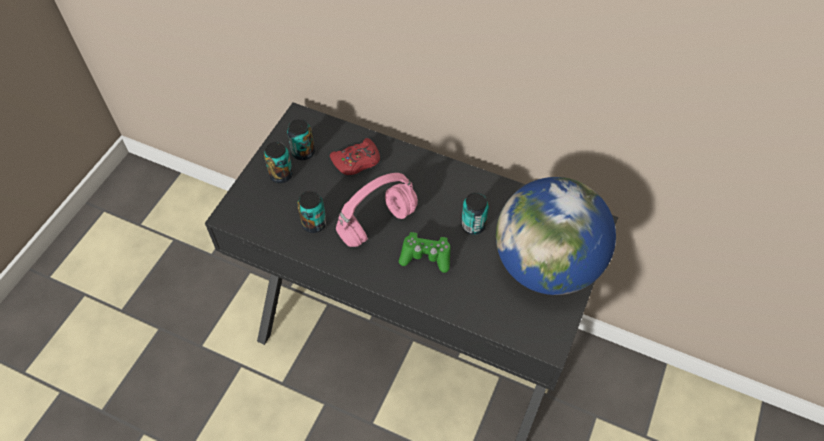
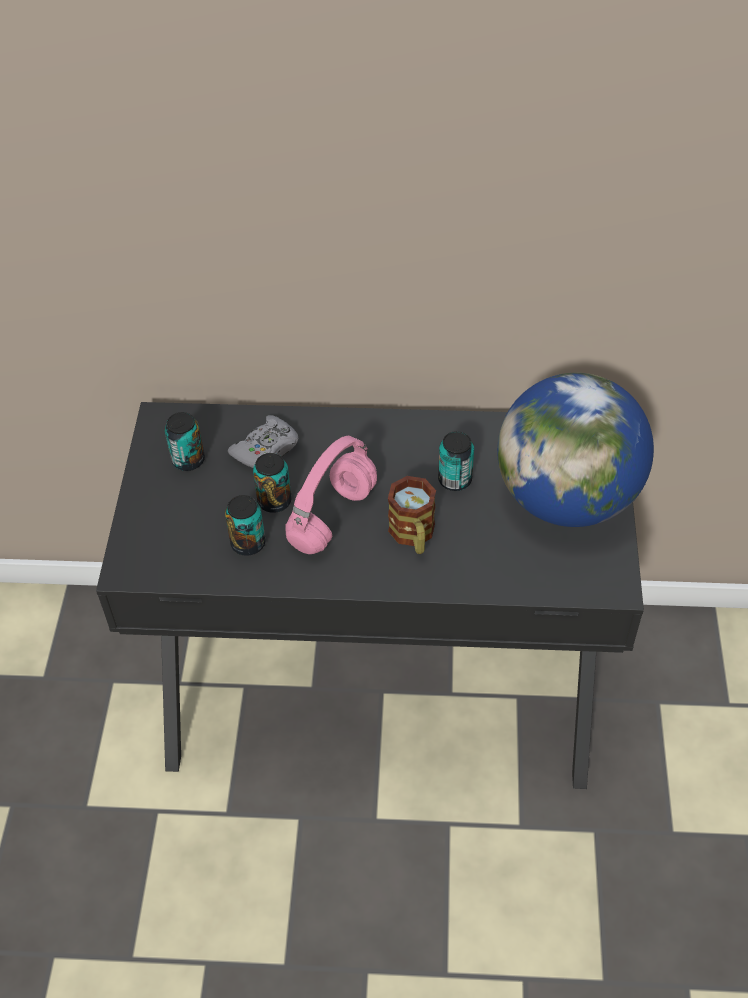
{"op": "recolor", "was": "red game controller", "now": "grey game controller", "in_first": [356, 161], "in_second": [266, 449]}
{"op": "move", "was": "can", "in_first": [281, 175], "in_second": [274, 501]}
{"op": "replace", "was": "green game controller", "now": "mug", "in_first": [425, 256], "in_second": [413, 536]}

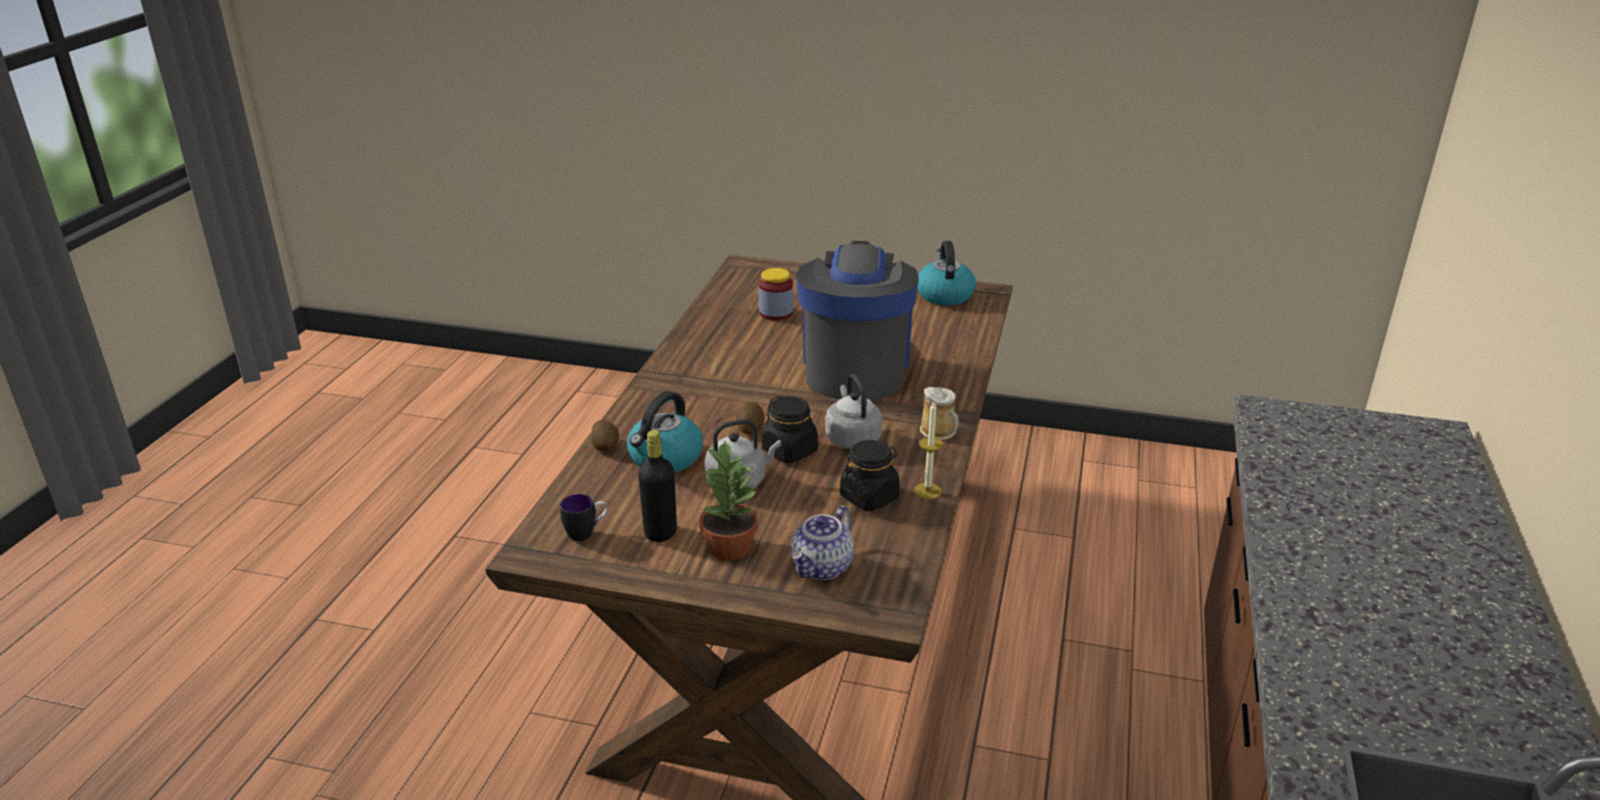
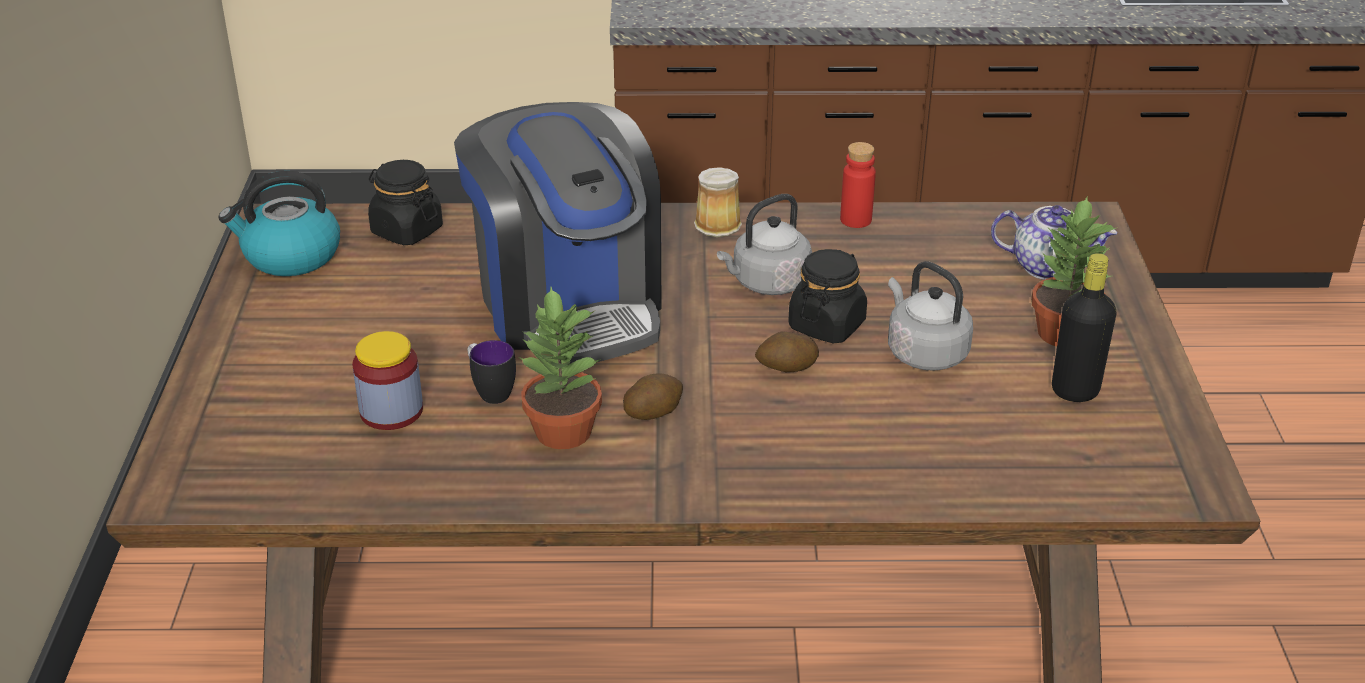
{"op": "move", "was": "black jar", "in_first": [869, 497], "in_second": [406, 230]}
{"op": "rotate", "was": "coffee machine", "in_first": [855, 368], "in_second": [569, 306], "clockwise": -105}
{"op": "move", "was": "mug", "in_first": [586, 533], "in_second": [490, 391]}
{"op": "insert", "now": "potted plant", "in_second": [563, 433]}
{"op": "move", "was": "potato", "in_first": [606, 446], "in_second": [653, 411]}
{"op": "replace", "was": "candle", "now": "red bottle", "in_first": [927, 491], "in_second": [855, 220]}
{"op": "delete", "was": "kettle", "in_first": [665, 458]}

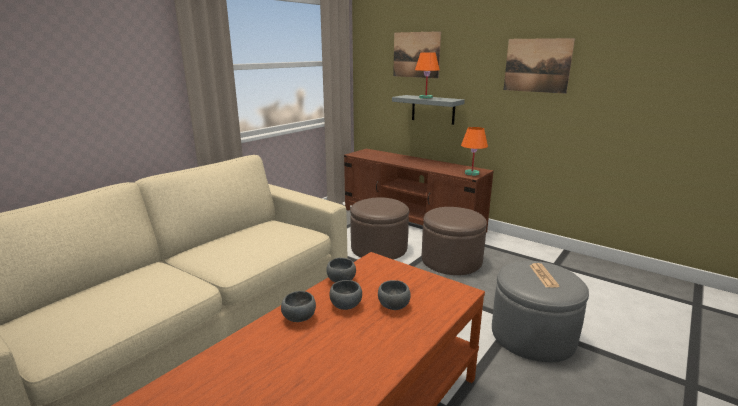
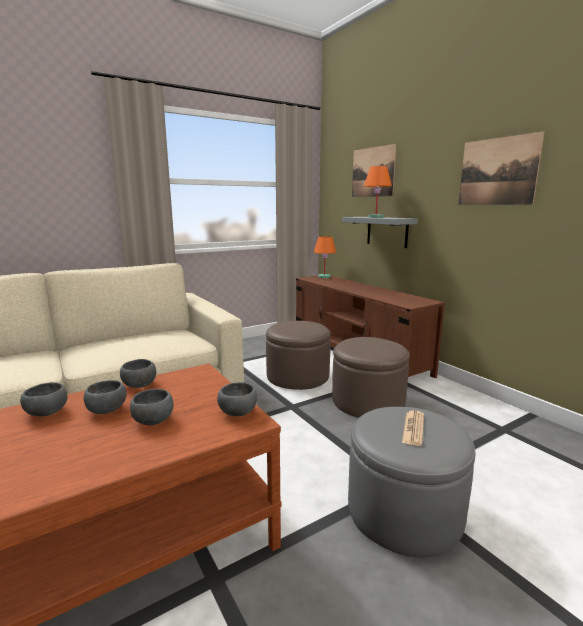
{"op": "insert", "now": "grey bowl", "in_second": [238, 413]}
{"op": "move", "was": "orange table lamp", "in_first": [471, 173], "in_second": [324, 277]}

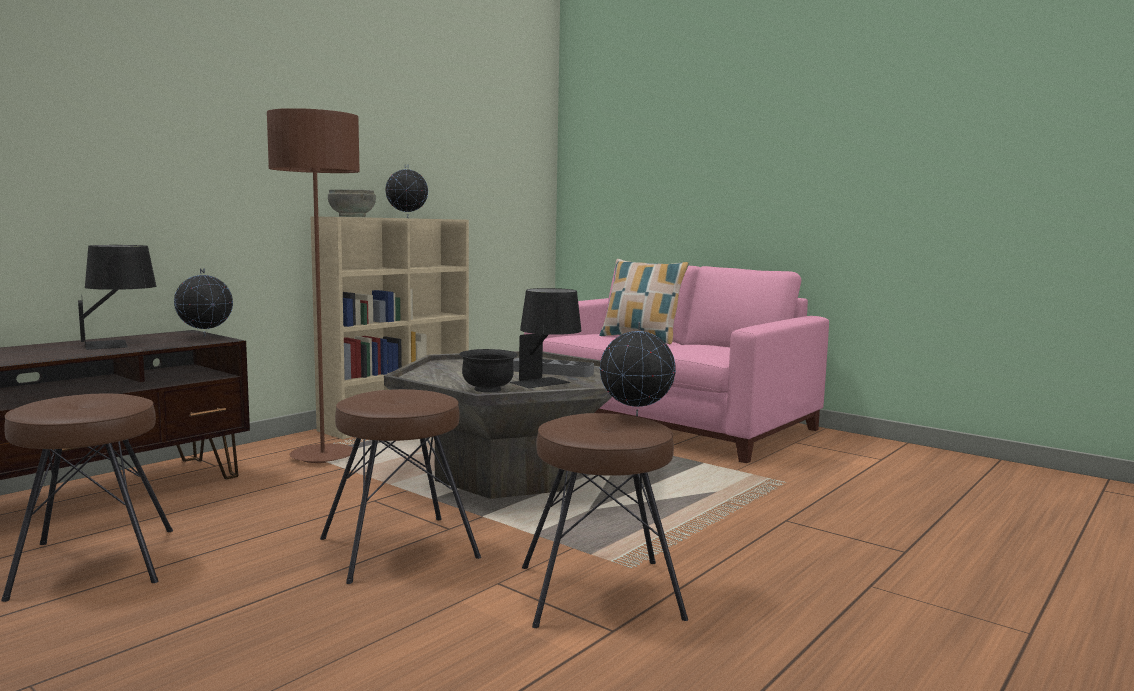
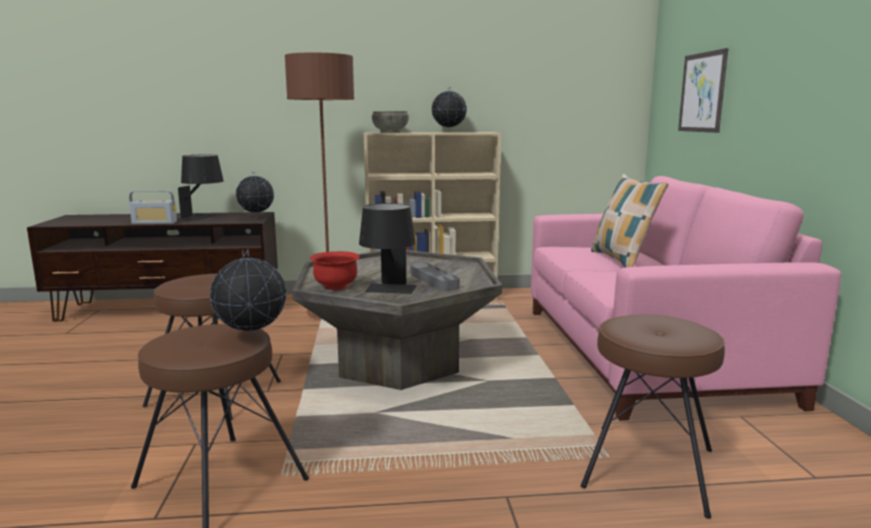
{"op": "insert", "now": "radio", "in_second": [154, 223]}
{"op": "recolor", "was": "black bowl", "now": "red bowl", "in_first": [488, 389], "in_second": [336, 287]}
{"op": "move", "was": "brown stool", "in_first": [93, 562], "in_second": [647, 467]}
{"op": "insert", "now": "picture", "in_second": [702, 92]}

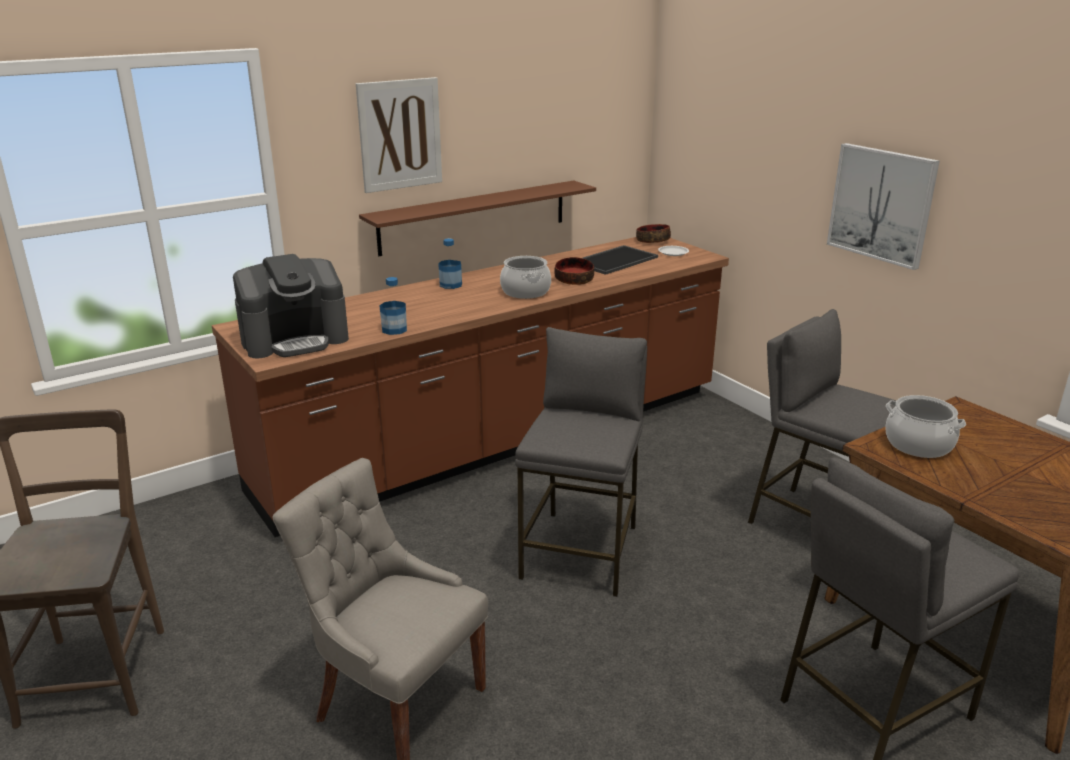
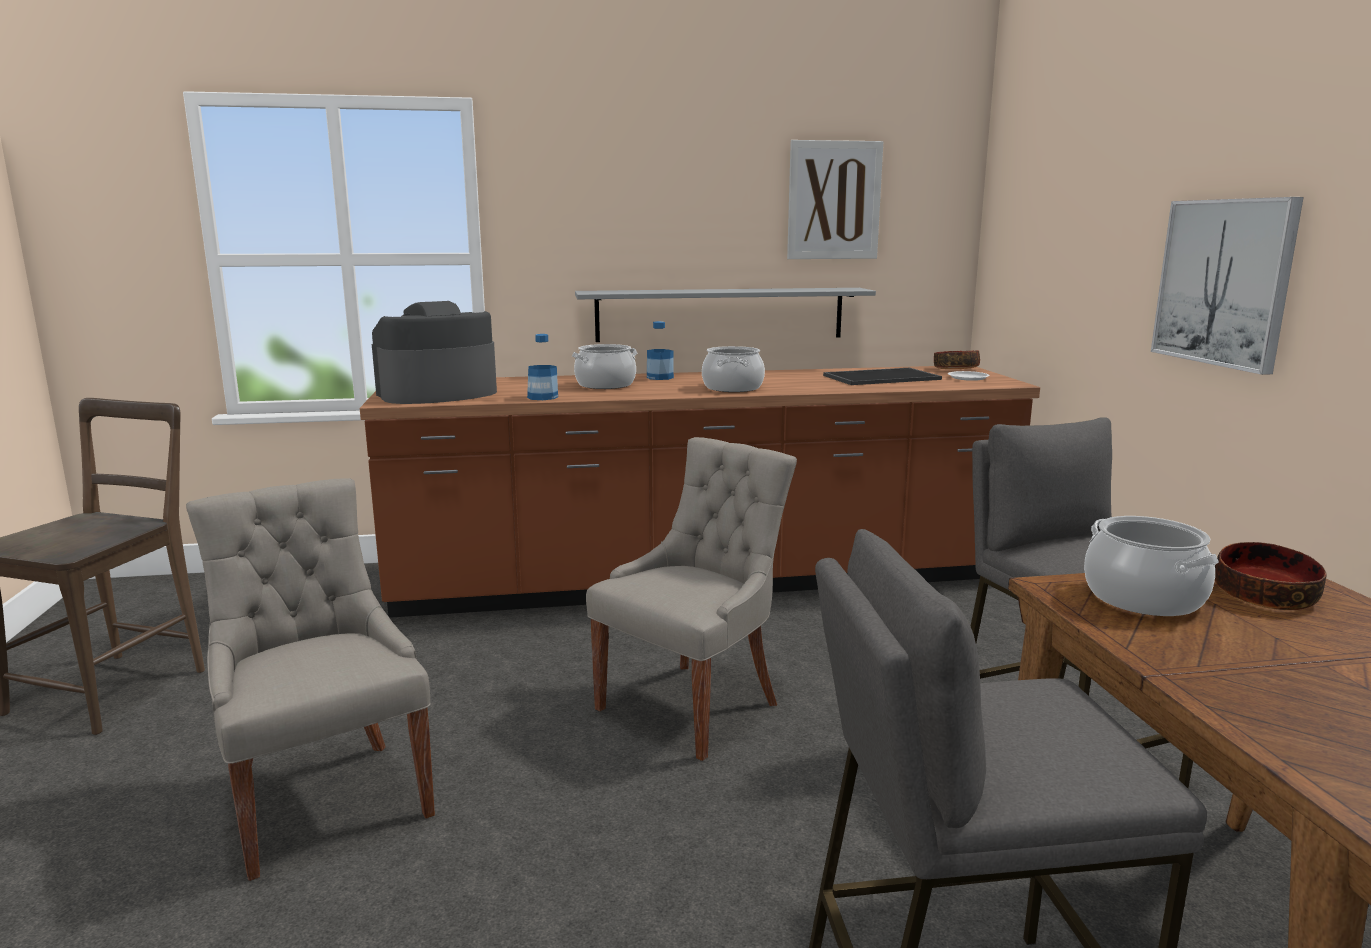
{"op": "rotate", "was": "coffee machine", "in_first": [295, 339], "in_second": [437, 394], "clockwise": 150}
{"op": "insert", "now": "cooking pot", "in_second": [605, 385]}
{"op": "recolor", "was": "brown shelf", "now": "grey shelf", "in_first": [474, 217], "in_second": [720, 314]}
{"op": "replace", "was": "grey stool", "now": "grey chair", "in_first": [581, 552], "in_second": [693, 705]}
{"op": "move", "was": "picture", "in_first": [400, 134], "in_second": [834, 200]}
{"op": "move", "was": "bowl", "in_first": [573, 280], "in_second": [1263, 596]}

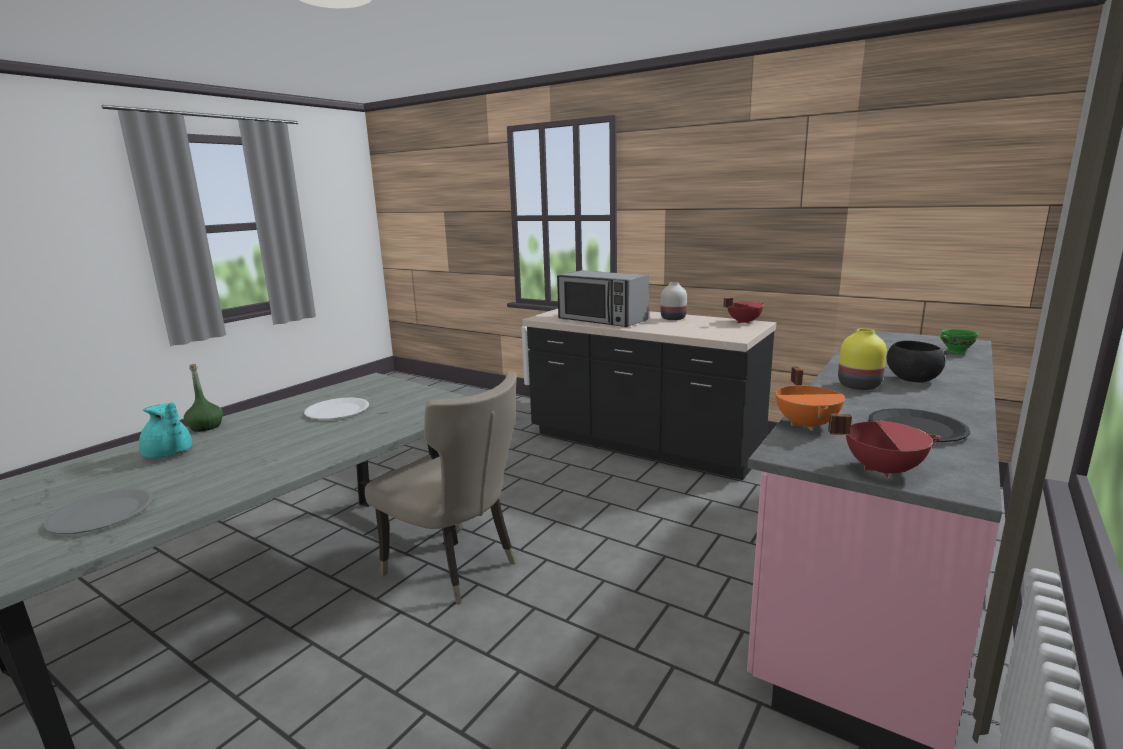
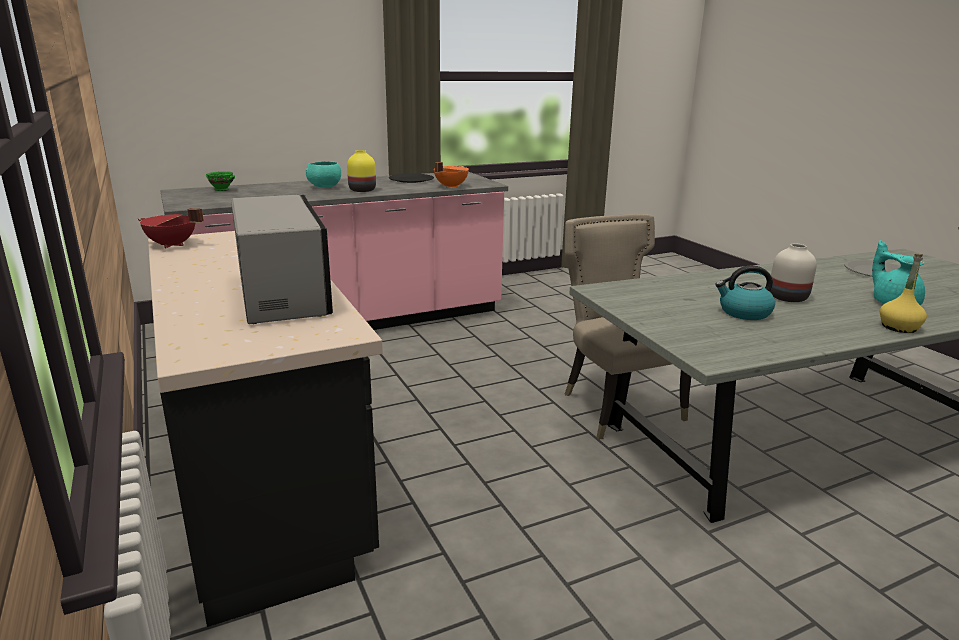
{"op": "recolor", "was": "black bowl", "now": "turquoise bowl", "in_first": [912, 379], "in_second": [324, 187]}
{"op": "replace", "was": "white plate", "now": "kettle", "in_first": [337, 410], "in_second": [744, 313]}
{"op": "move", "was": "white vase", "in_first": [674, 318], "in_second": [787, 297]}
{"op": "recolor", "was": "green bottle", "now": "yellow bottle", "in_first": [206, 427], "in_second": [898, 327]}
{"op": "delete", "was": "red cooking pot", "in_first": [882, 469]}

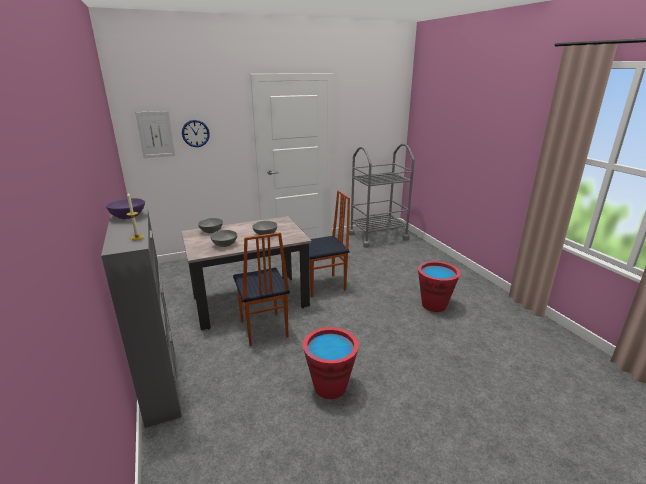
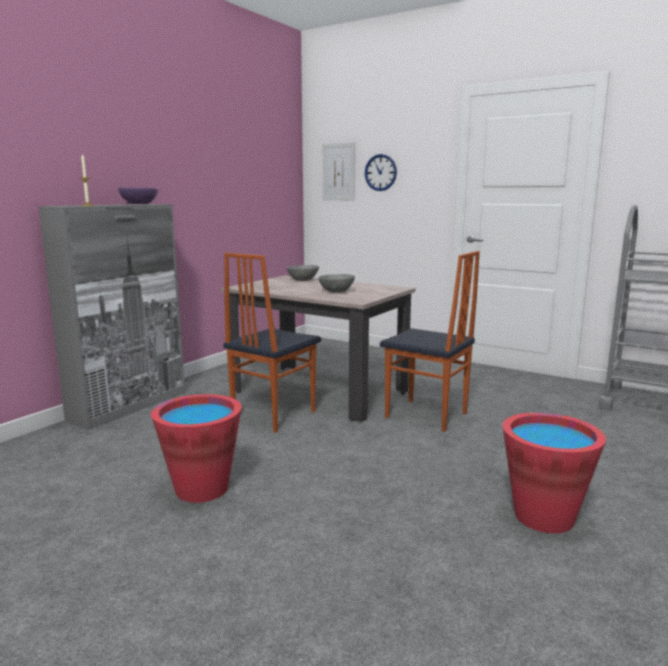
{"op": "delete", "was": "grey bowl", "in_first": [224, 245]}

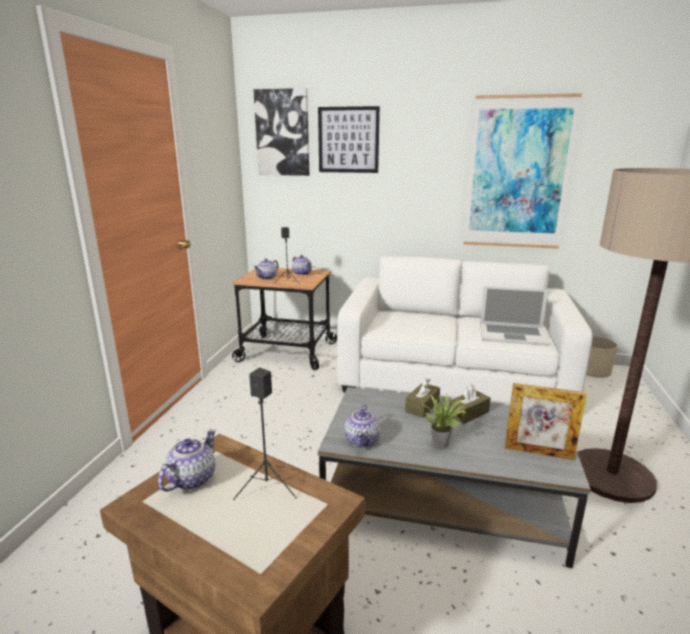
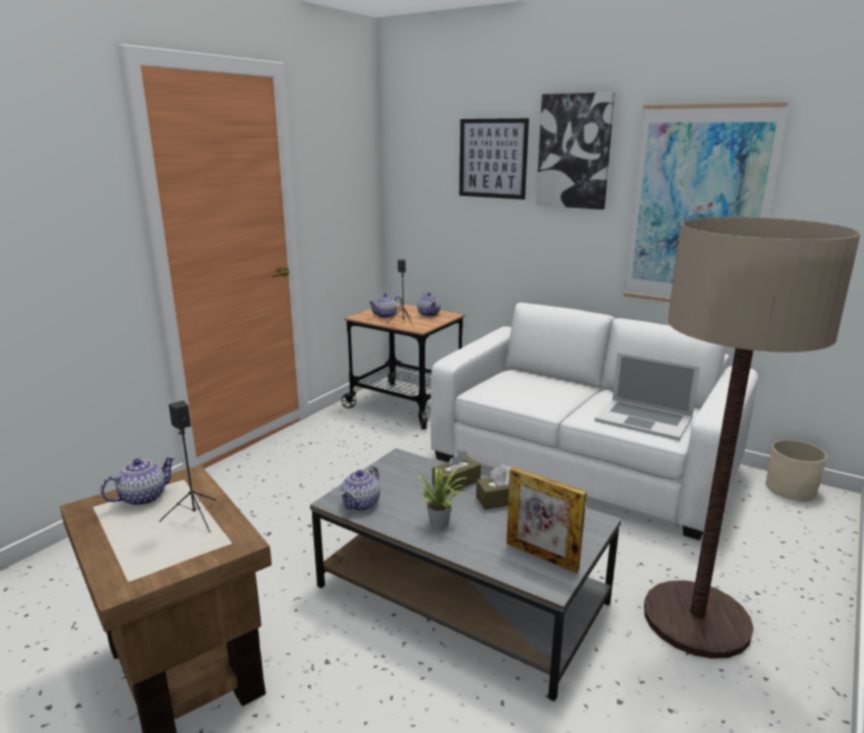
{"op": "move", "was": "picture", "in_first": [282, 133], "in_second": [574, 151]}

